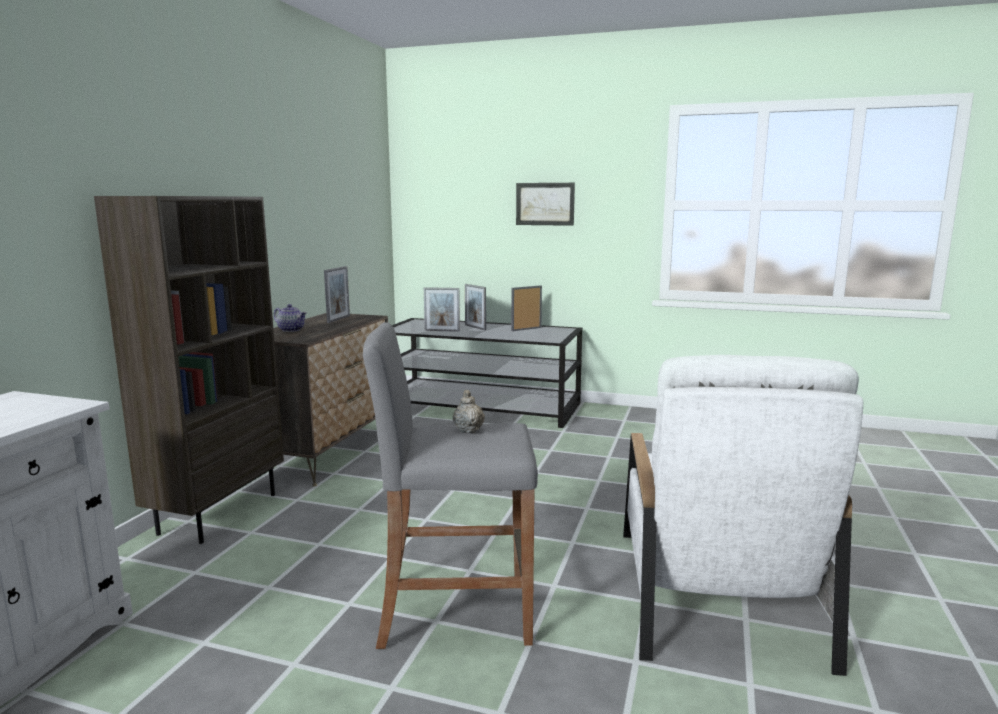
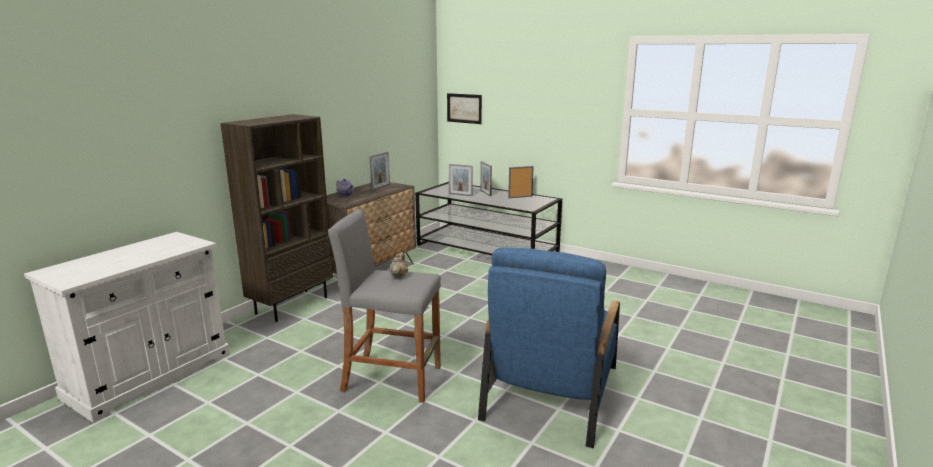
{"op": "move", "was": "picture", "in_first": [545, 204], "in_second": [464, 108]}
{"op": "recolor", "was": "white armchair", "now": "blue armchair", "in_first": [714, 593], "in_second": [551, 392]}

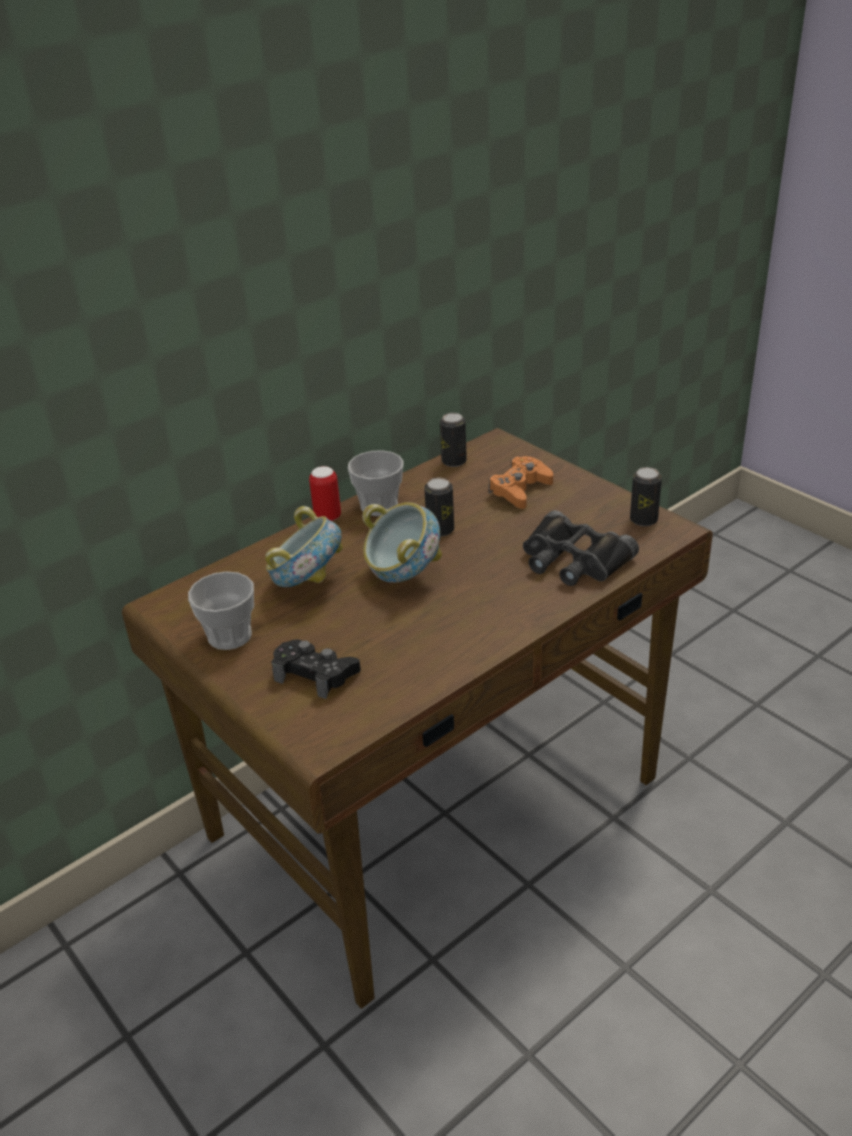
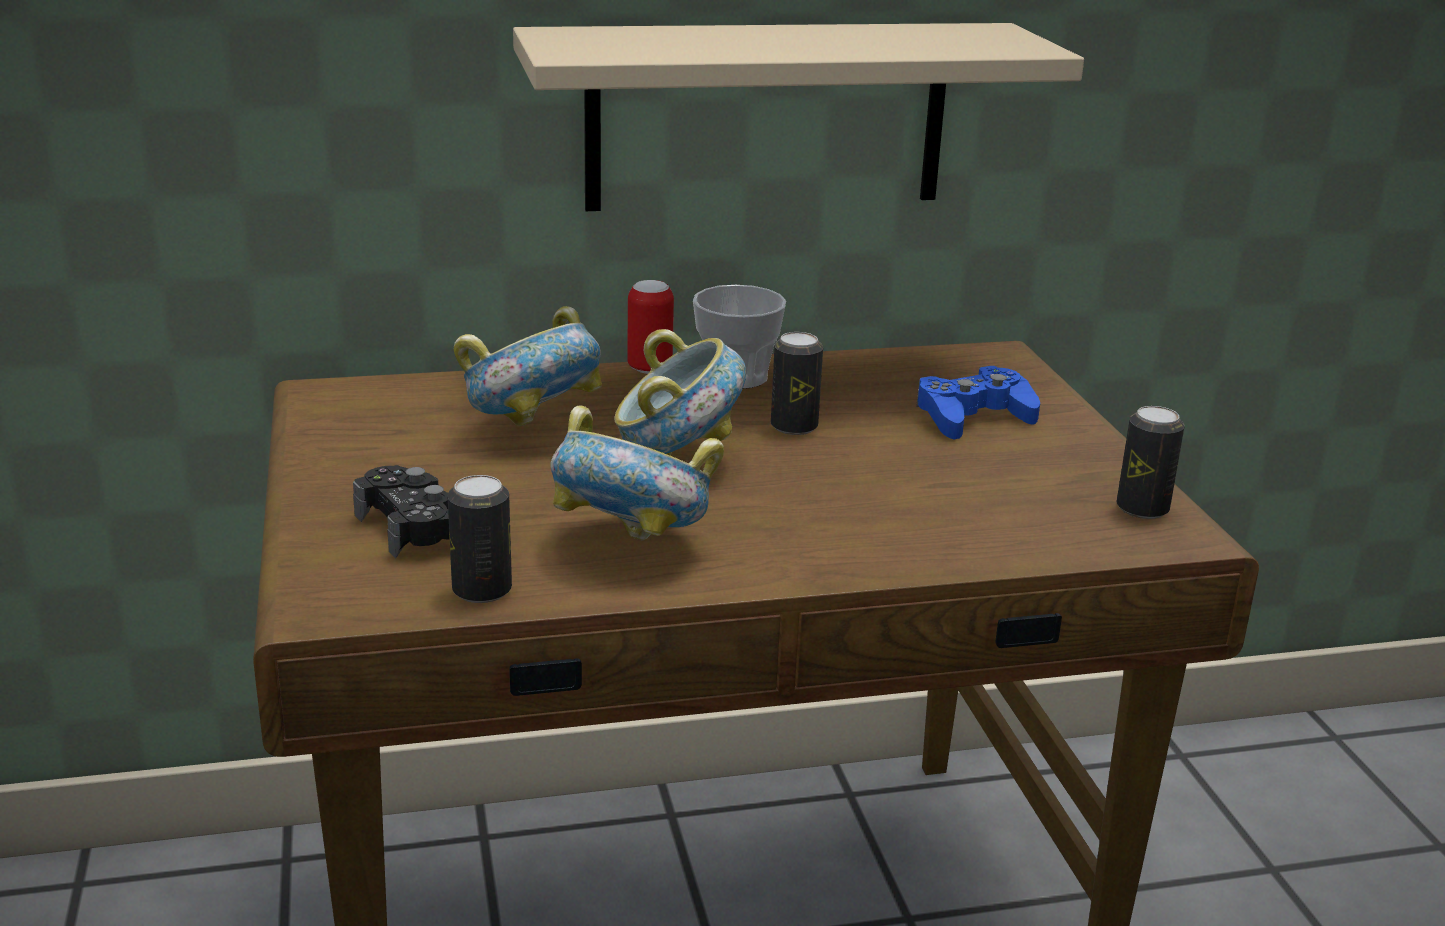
{"op": "move", "was": "can", "in_first": [454, 461], "in_second": [482, 590]}
{"op": "insert", "now": "beige shelf", "in_second": [767, 116]}
{"op": "insert", "now": "bowl", "in_second": [632, 546]}
{"op": "recolor", "was": "orange game controller", "now": "blue game controller", "in_first": [520, 489], "in_second": [973, 416]}
{"op": "delete", "was": "cup", "in_first": [230, 636]}
{"op": "delete", "was": "black binoculars", "in_first": [573, 560]}

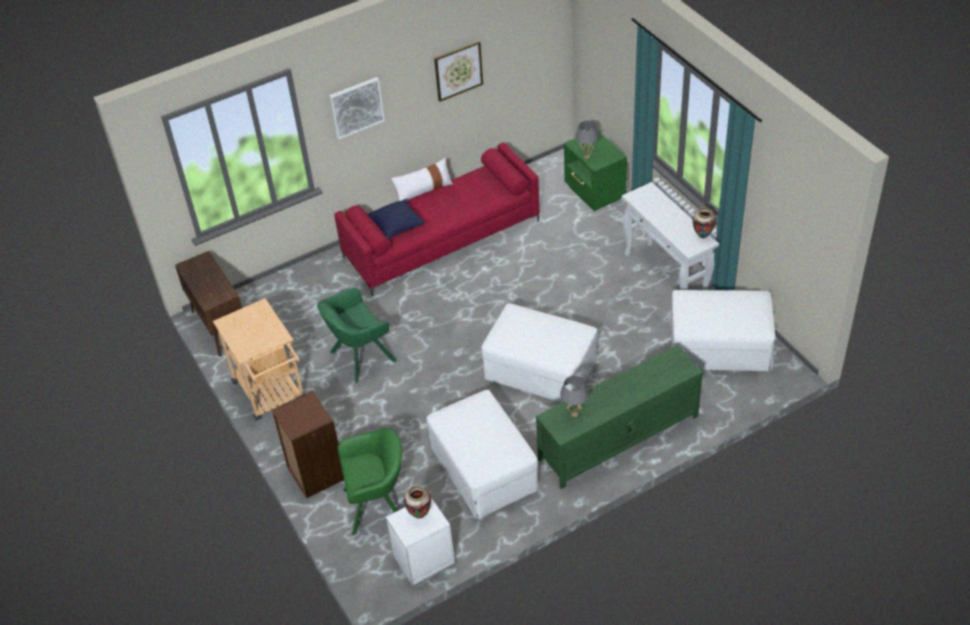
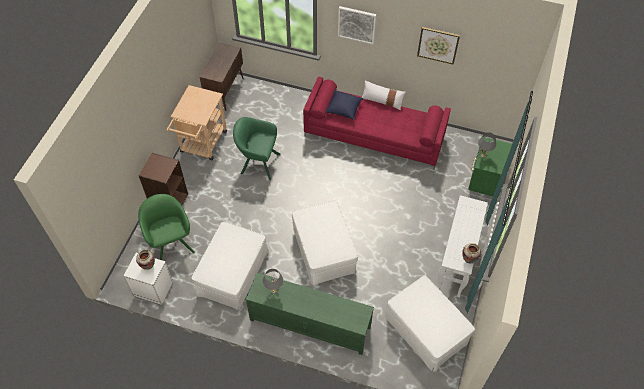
{"op": "rotate", "was": "green armchair", "in_first": [378, 505], "in_second": [171, 243], "clockwise": -150}

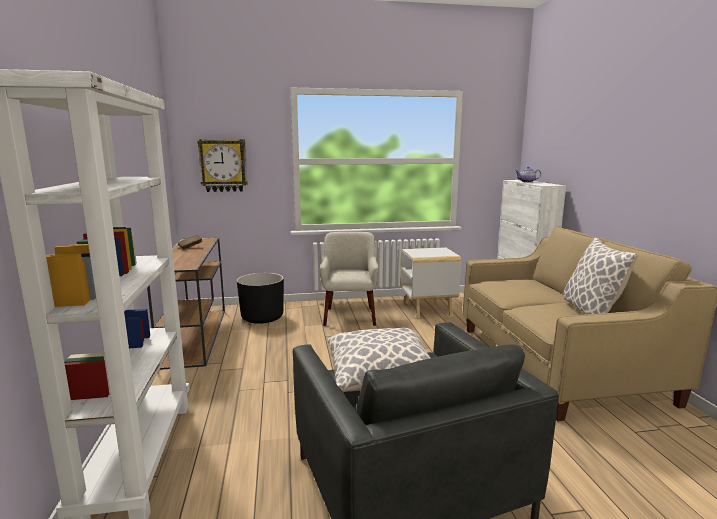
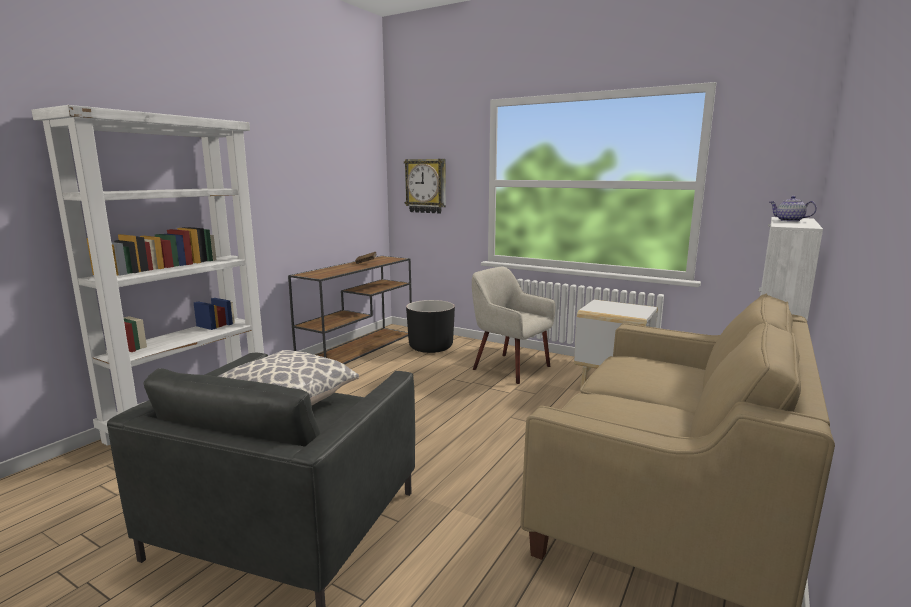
{"op": "rotate", "was": "beige armchair", "in_first": [350, 316], "in_second": [510, 367], "clockwise": -90}
{"op": "delete", "was": "pillow", "in_first": [591, 312]}

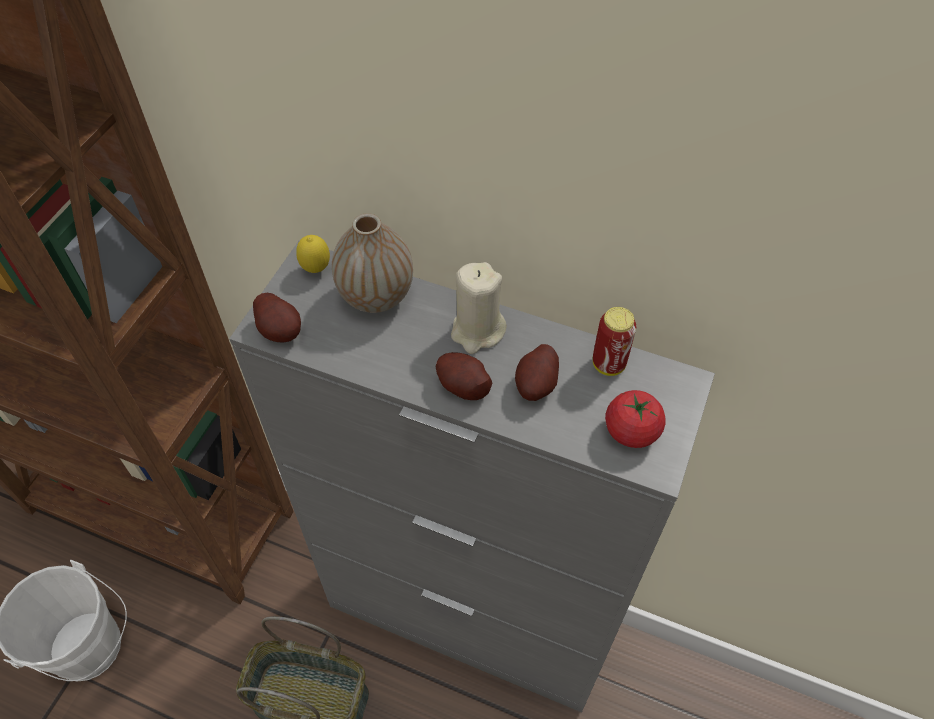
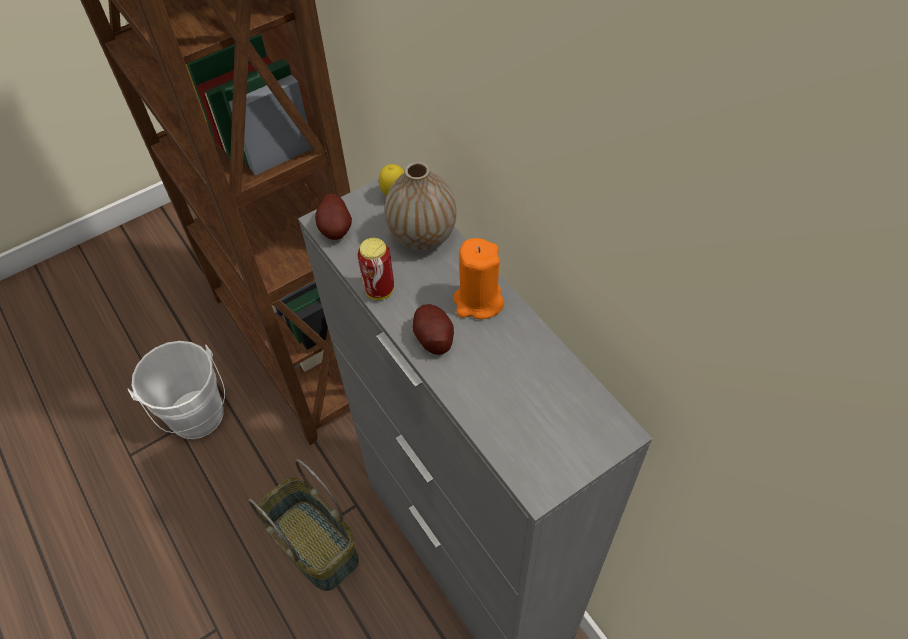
{"op": "move", "was": "can", "in_first": [608, 364], "in_second": [379, 290]}
{"op": "recolor", "was": "beige candle", "now": "orange candle", "in_first": [477, 331], "in_second": [478, 301]}
{"op": "delete", "was": "potato", "in_first": [536, 385]}
{"op": "delete", "was": "tomato", "in_first": [631, 431]}

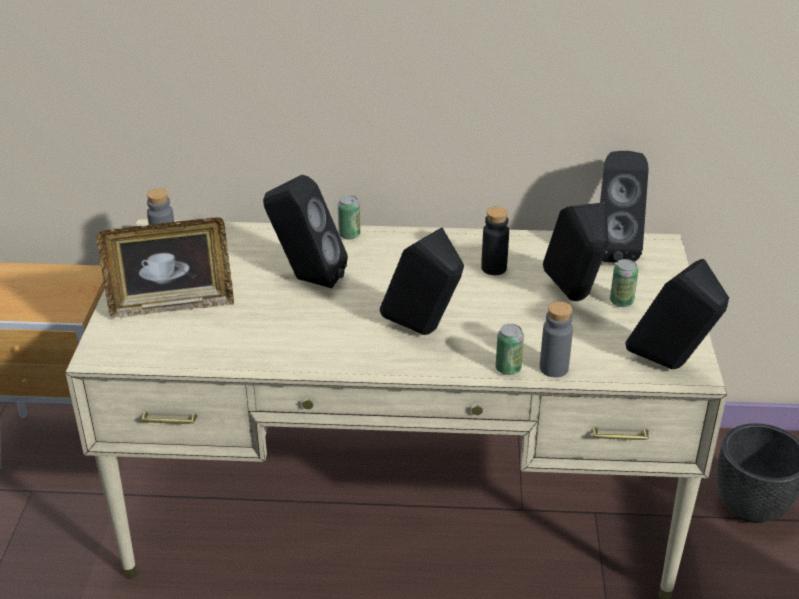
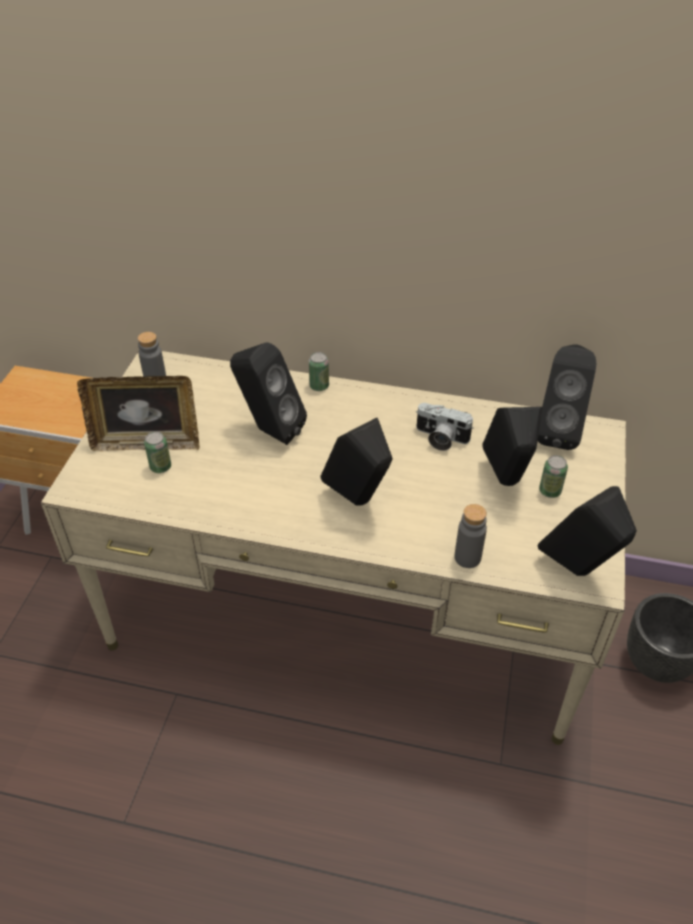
{"op": "move", "was": "can", "in_first": [508, 369], "in_second": [160, 467]}
{"op": "replace", "was": "black bottle", "now": "photo camera", "in_first": [494, 268], "in_second": [440, 438]}

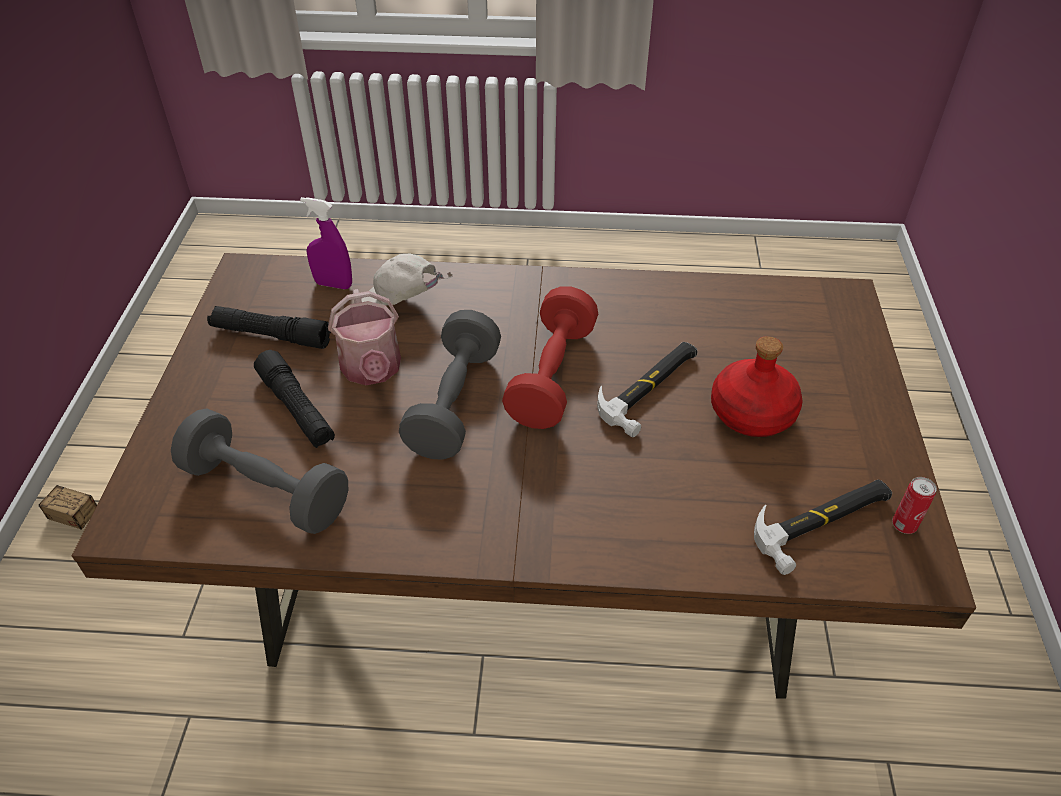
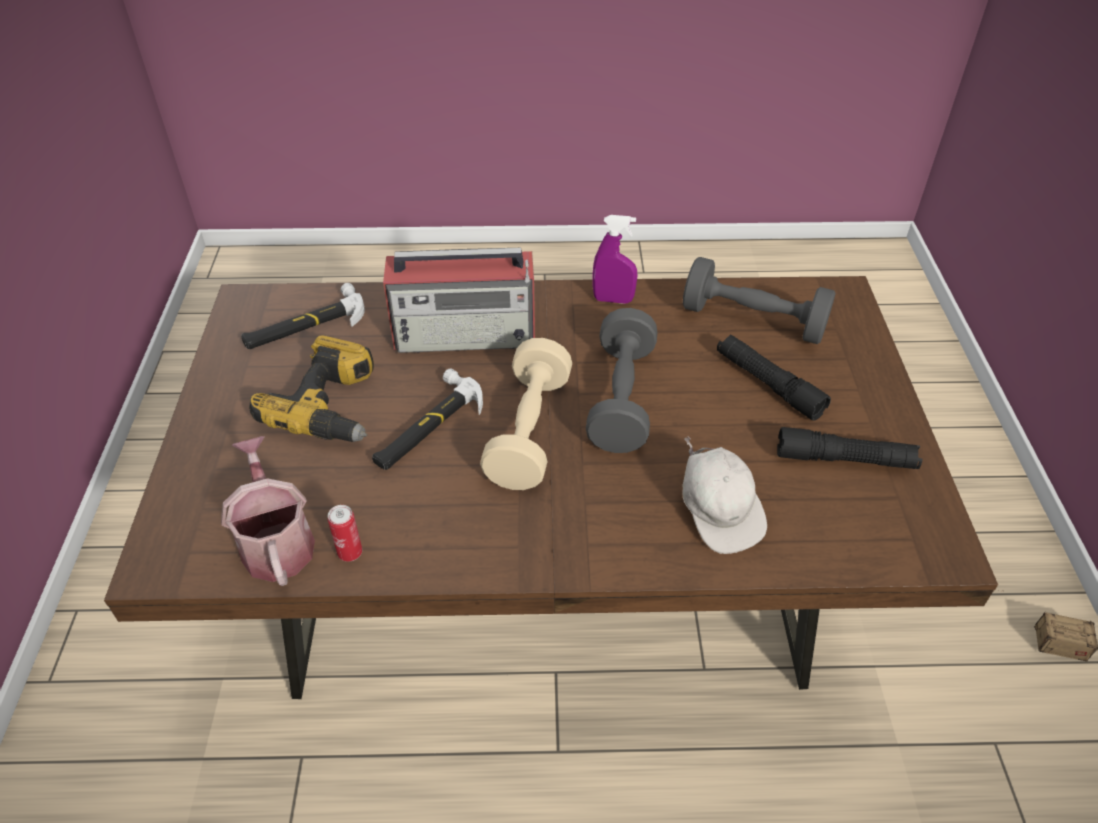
{"op": "move", "was": "watering can", "in_first": [372, 370], "in_second": [276, 541]}
{"op": "replace", "was": "red bottle", "now": "power drill", "in_first": [752, 414], "in_second": [332, 406]}
{"op": "move", "was": "can", "in_first": [904, 525], "in_second": [350, 553]}
{"op": "insert", "now": "radio", "in_second": [467, 334]}
{"op": "recolor", "was": "red dumbbell", "now": "beige dumbbell", "in_first": [552, 376], "in_second": [529, 432]}
{"op": "move", "was": "purple spray bottle", "in_first": [333, 284], "in_second": [613, 300]}
{"op": "rotate", "was": "white cap", "in_first": [401, 304], "in_second": [719, 512], "clockwise": 60}

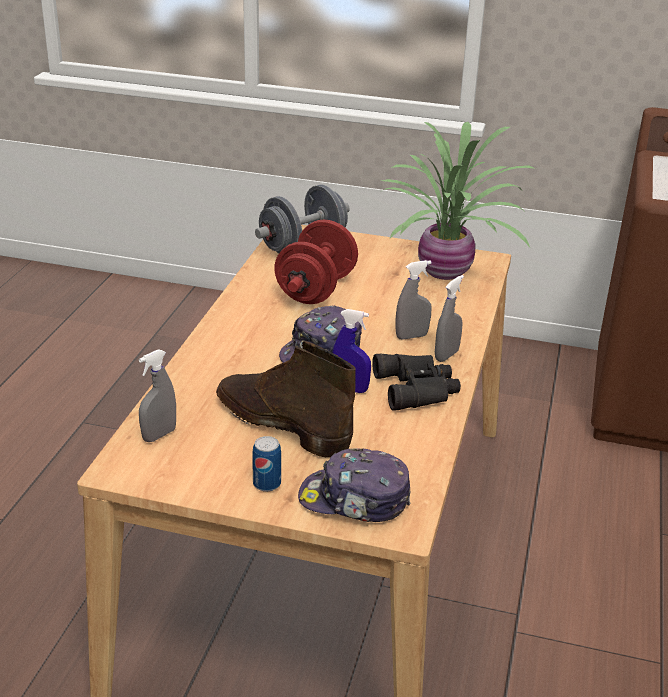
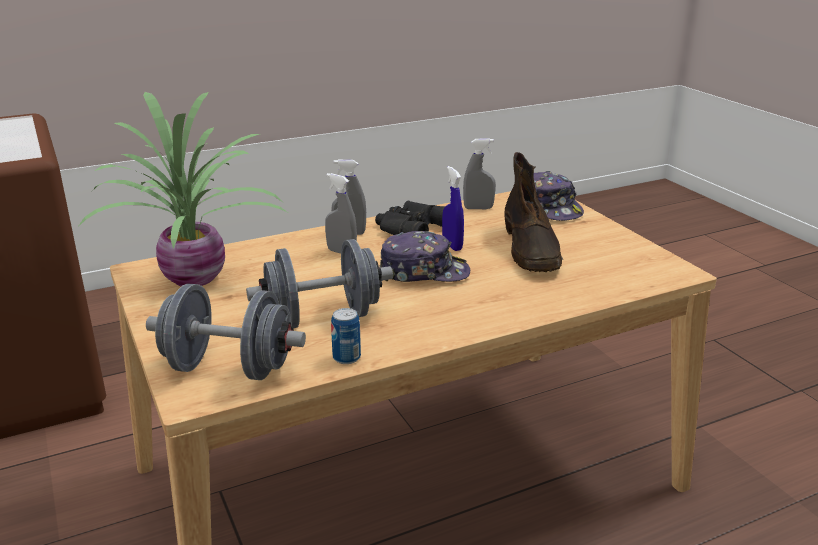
{"op": "recolor", "was": "red dumbbell", "now": "grey dumbbell", "in_first": [316, 289], "in_second": [323, 317]}
{"op": "move", "was": "can", "in_first": [267, 484], "in_second": [346, 357]}
{"op": "move", "was": "grey spray bottle", "in_first": [159, 435], "in_second": [478, 208]}

